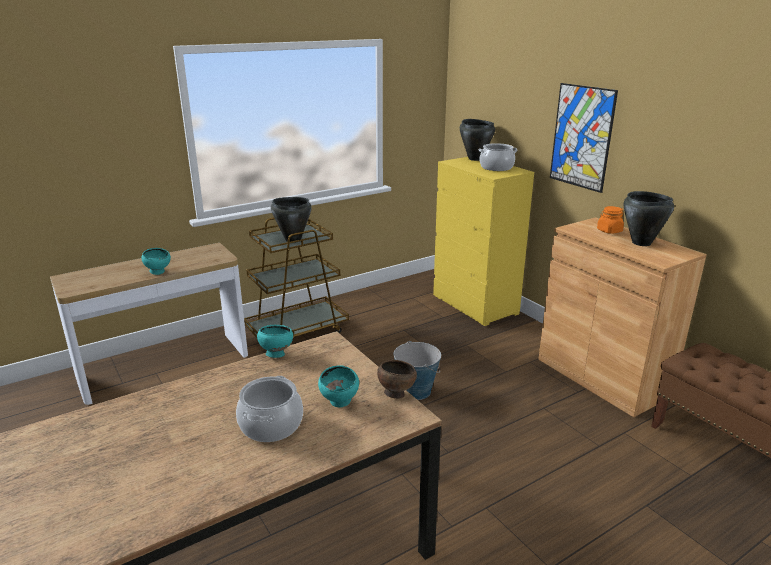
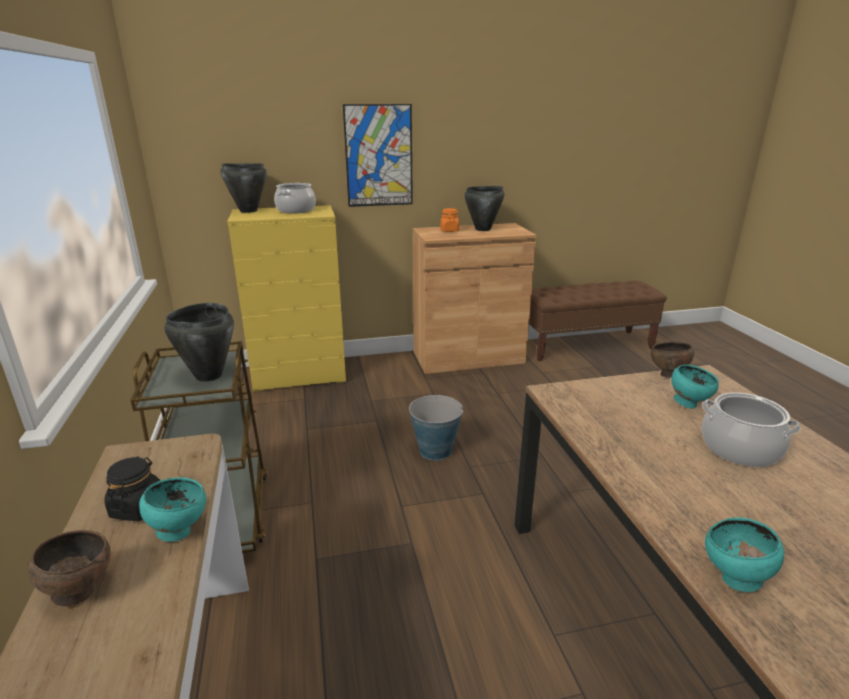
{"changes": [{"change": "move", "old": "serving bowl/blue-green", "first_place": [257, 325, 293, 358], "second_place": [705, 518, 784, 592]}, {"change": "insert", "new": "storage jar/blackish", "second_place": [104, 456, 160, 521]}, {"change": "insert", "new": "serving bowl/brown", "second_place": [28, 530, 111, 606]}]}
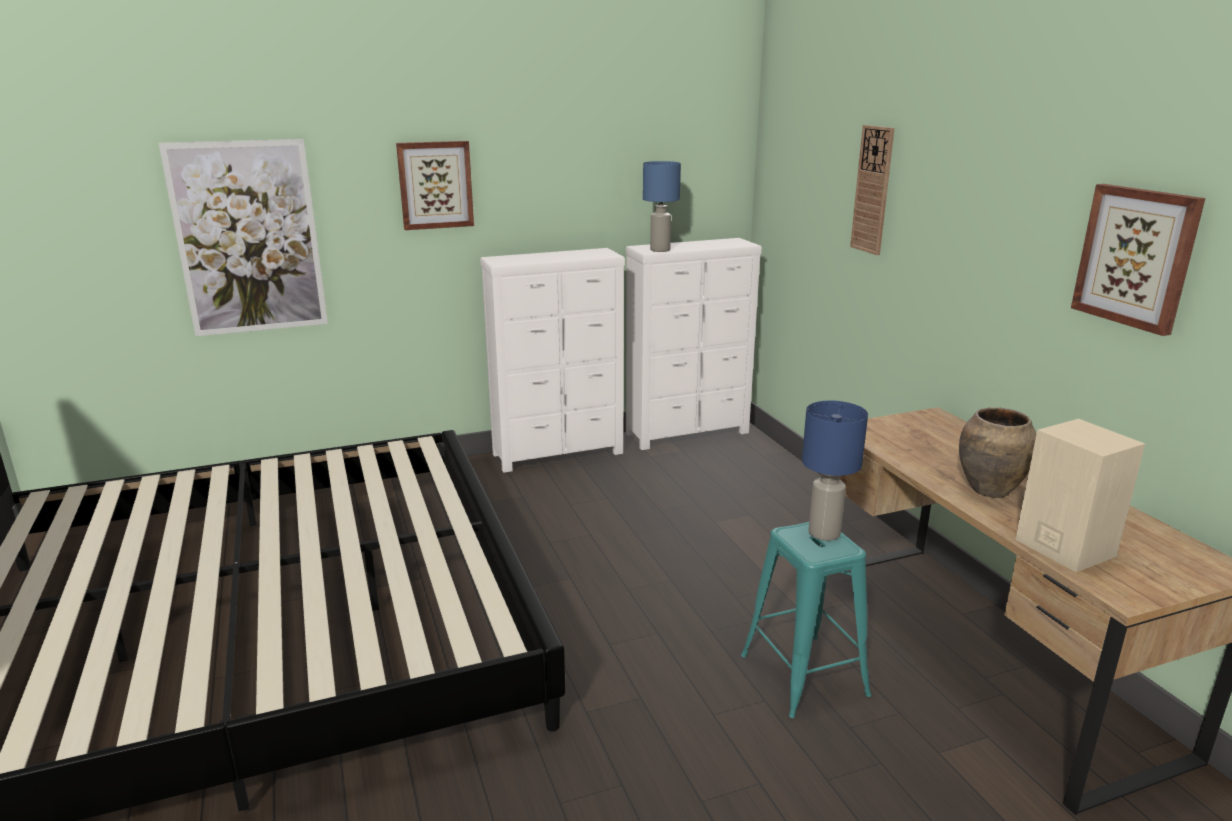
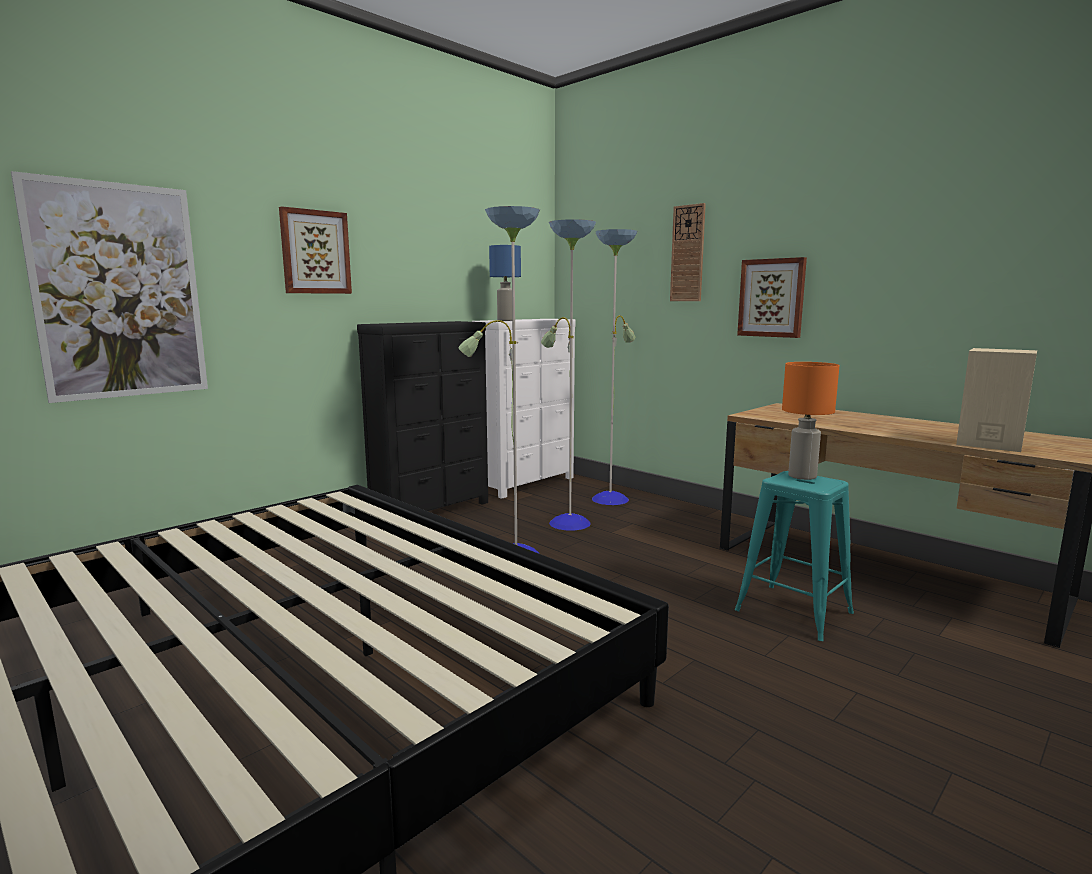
{"changes": [{"change": "move", "old": "wall art", "first_place": [1071, 184, 1205, 336], "second_place": [737, 257, 807, 338]}, {"change": "recolor", "old": "drawer chest/white-coloured", "new": "drawer chest/blackish", "first_place": [480, 248, 625, 473], "second_place": [357, 321, 488, 511]}, {"change": "recolor", "old": "lamp for a table/bluish", "new": "lamp for a table/orange", "first_place": [802, 401, 868, 541], "second_place": [782, 362, 840, 480]}, {"change": "delete", "old": "flower vase/brown", "first_place": [959, 407, 1036, 498]}, {"change": "insert", "new": "standard lamp", "second_place": [458, 206, 637, 553]}]}
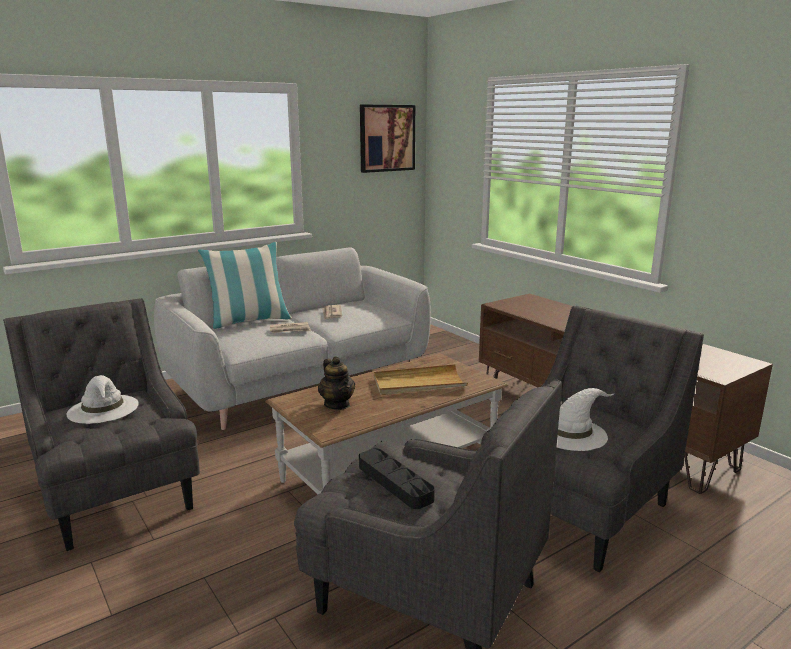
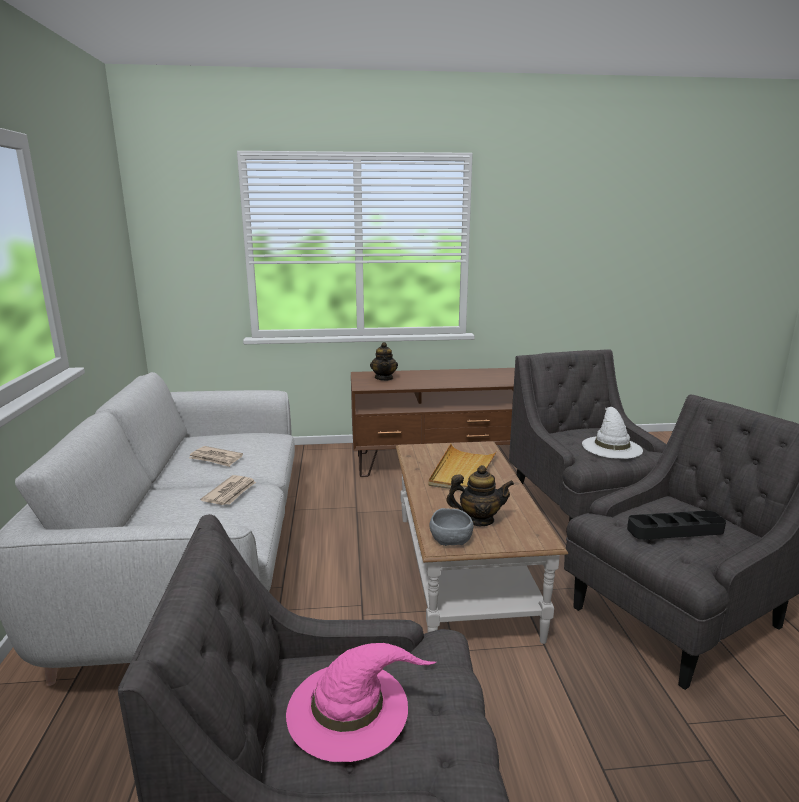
{"changes": [{"change": "delete", "old": "wall art", "first_place": [360, 104, 415, 173]}, {"change": "delete", "old": "throw pillow", "first_place": [198, 242, 292, 329]}, {"change": "recolor", "old": "hat/white-coloured", "new": "hat/pink-coloured", "first_place": [66, 375, 139, 424], "second_place": [286, 643, 436, 762]}, {"change": "insert", "new": "tea pot", "second_place": [370, 342, 398, 381]}, {"change": "insert", "new": "serving bowl/gray", "second_place": [430, 508, 474, 546]}]}
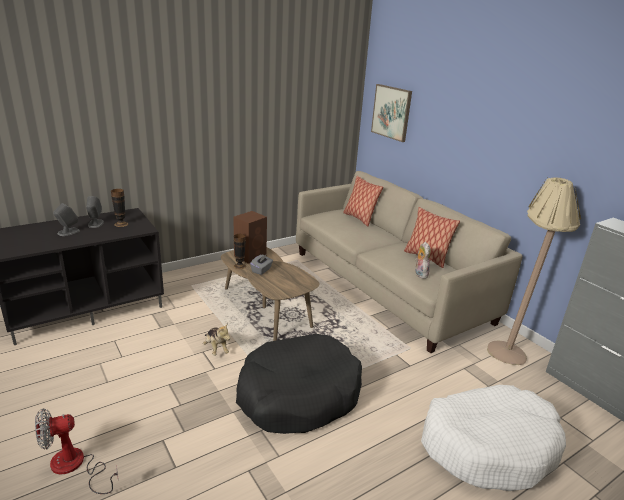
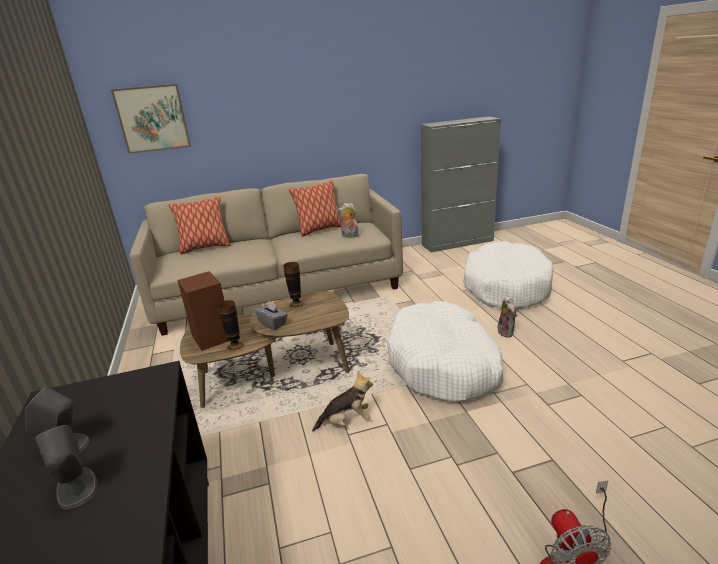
{"changes": [{"change": "delete", "old": "standard lamp/beige", "first_place": [487, 178, 581, 365]}, {"change": "move", "old": "flower vase", "first_place": [111, 189, 128, 227], "second_place": [283, 262, 305, 309]}, {"change": "recolor", "old": "pet bed/blackish", "new": "pet bed/white-coloured", "first_place": [236, 334, 362, 434], "second_place": [387, 301, 503, 402]}, {"change": "insert", "new": "cuddly toy", "second_place": [498, 295, 518, 337]}]}
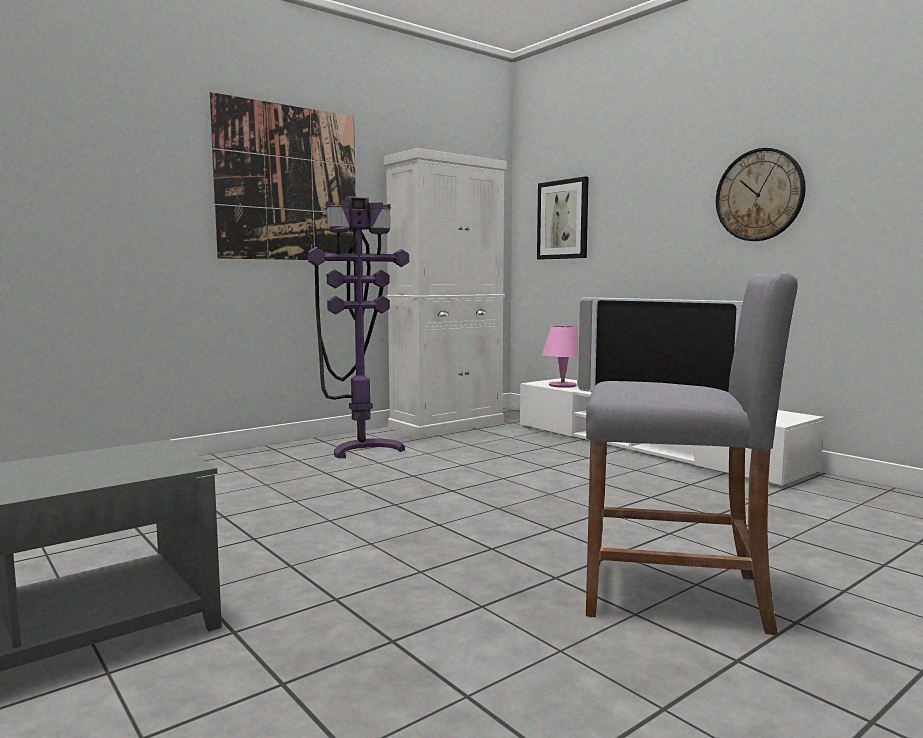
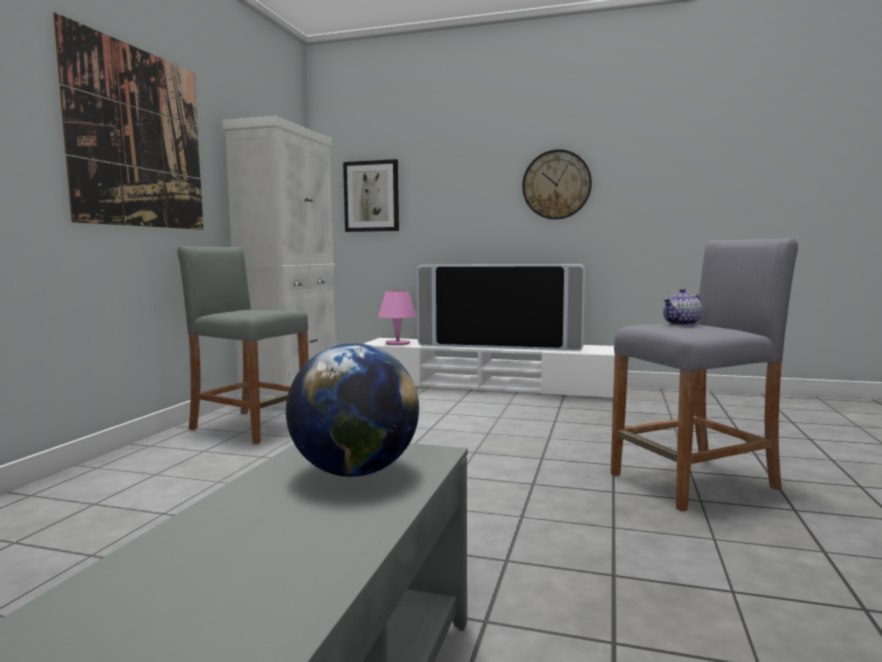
{"changes": [{"change": "replace", "old": "standard lamp/purple-coloured", "new": "sitting stool/gray", "first_place": [308, 196, 409, 458], "second_place": [177, 246, 309, 444]}, {"change": "insert", "new": "tea pot", "second_place": [663, 288, 702, 325]}, {"change": "insert", "new": "world globe", "second_place": [286, 343, 419, 477]}]}
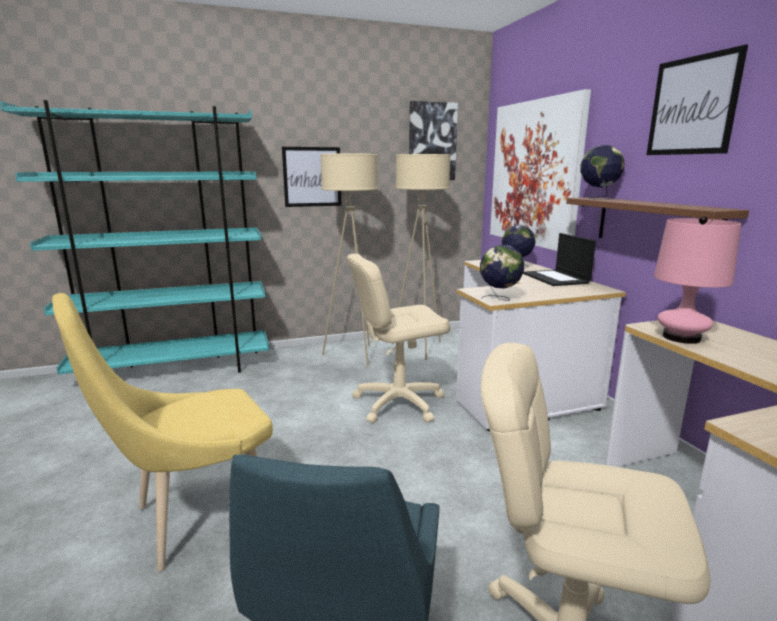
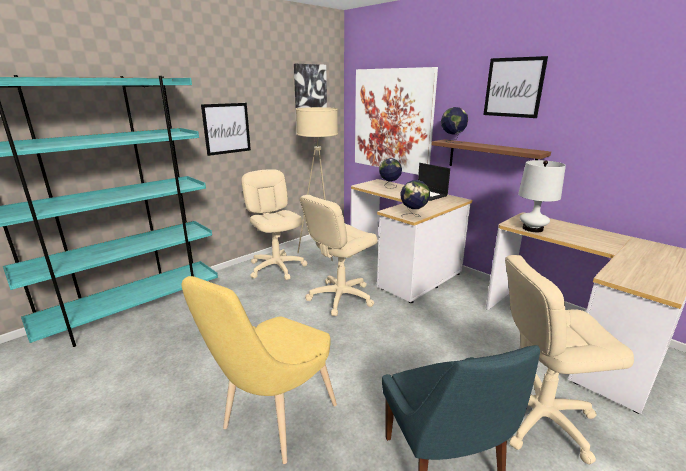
{"changes": [{"change": "replace", "old": "standard lamp/beige", "new": "computer chair/beige", "first_place": [320, 154, 378, 366], "second_place": [241, 169, 308, 280]}, {"change": "recolor", "old": "lamp for a table/pink-coloured", "new": "lamp for a table/white-coloured", "first_place": [654, 216, 741, 344], "second_place": [518, 160, 566, 232]}]}
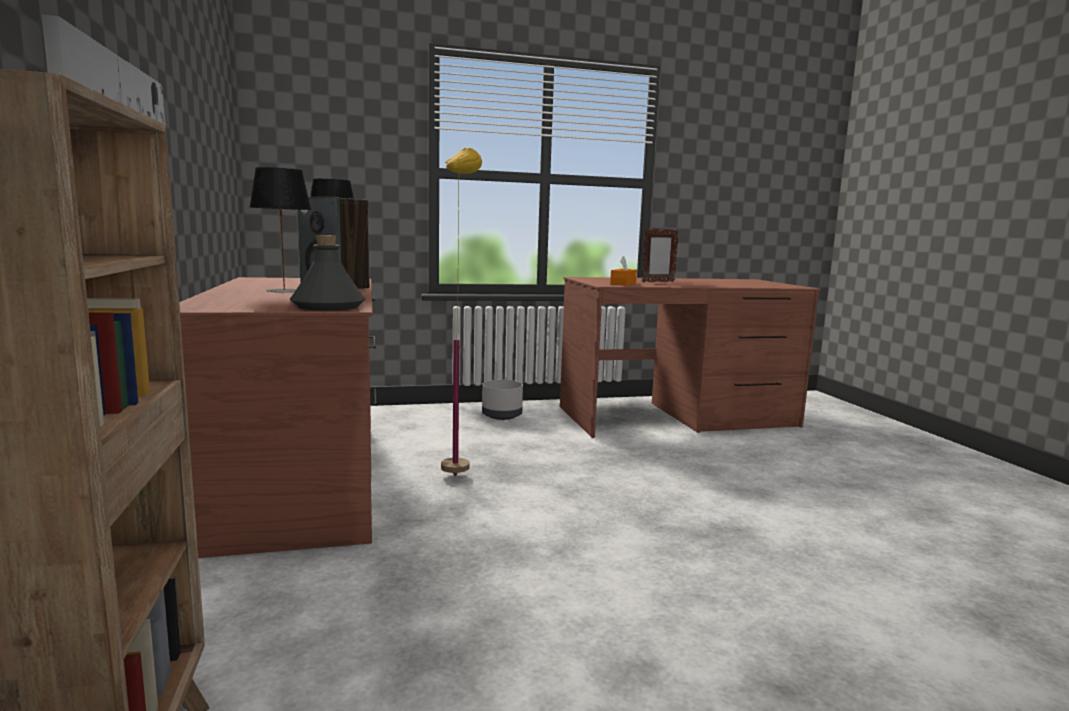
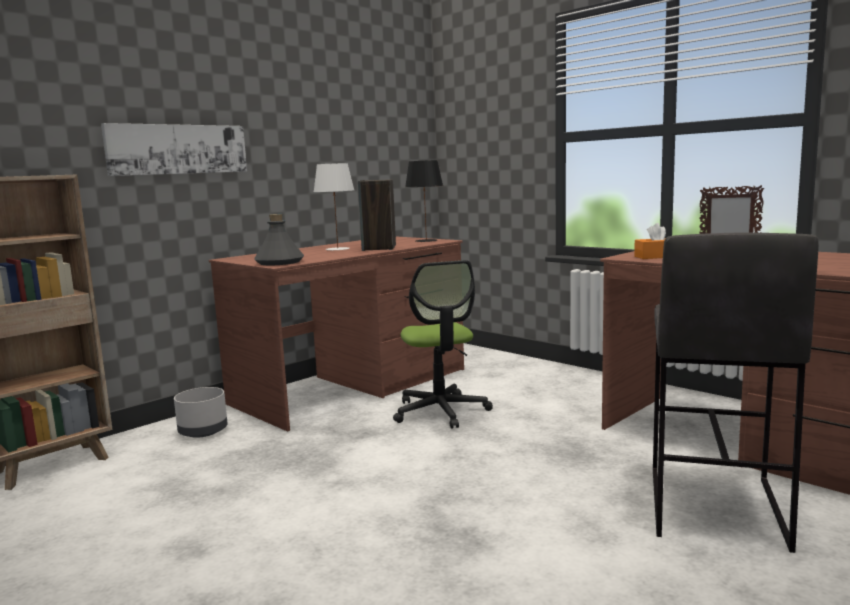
{"changes": [{"change": "replace", "old": "standard lamp/yellowish", "new": "computer chair", "first_place": [441, 148, 482, 476], "second_place": [393, 260, 493, 429]}, {"change": "recolor", "old": "lamp for a table/blackish", "new": "lamp for a table/white-coloured", "first_place": [250, 167, 311, 293], "second_place": [313, 163, 354, 250]}, {"change": "move", "old": "plant pot/gray", "first_place": [482, 380, 523, 420], "second_place": [174, 387, 228, 438]}, {"change": "insert", "new": "sitting stool/gray", "second_place": [653, 232, 819, 553]}]}
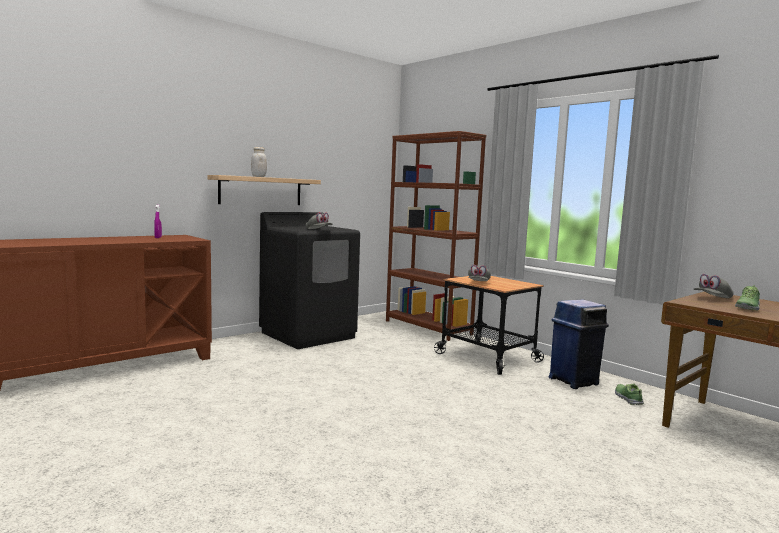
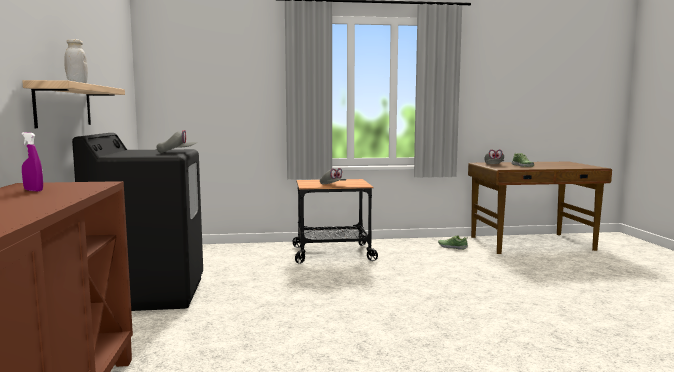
{"changes": [{"change": "delete", "old": "shelving unit/brown", "first_place": [386, 131, 487, 341]}, {"change": "delete", "old": "waste bin/bluish", "first_place": [548, 299, 609, 389]}]}
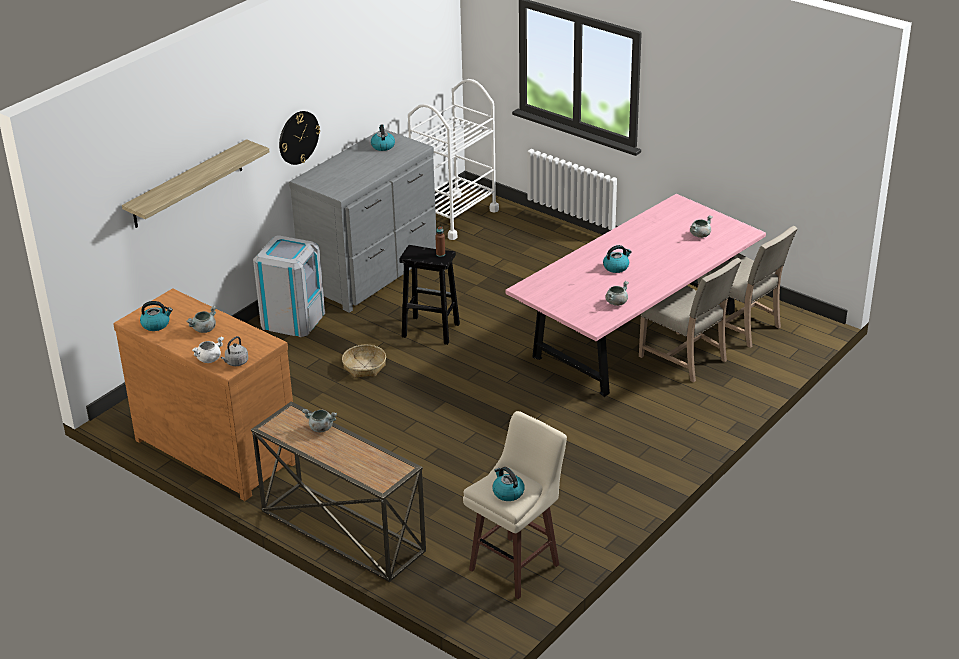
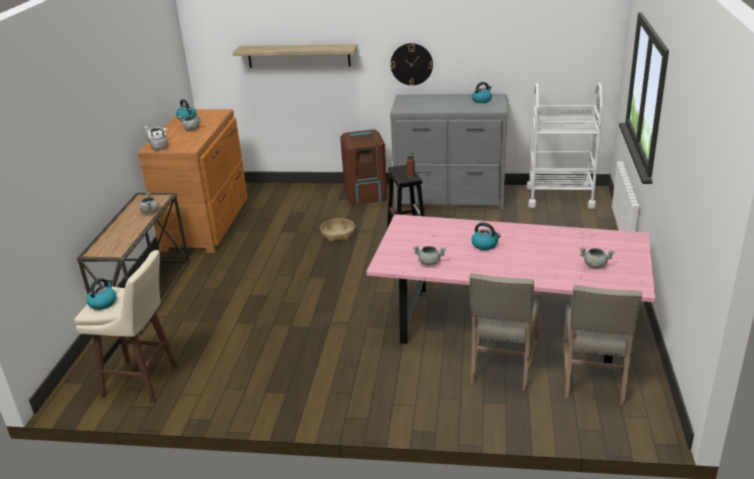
{"changes": [{"change": "recolor", "old": "waste bin/gray", "new": "waste bin/brown", "first_place": [253, 235, 325, 337], "second_place": [340, 129, 388, 205]}]}
